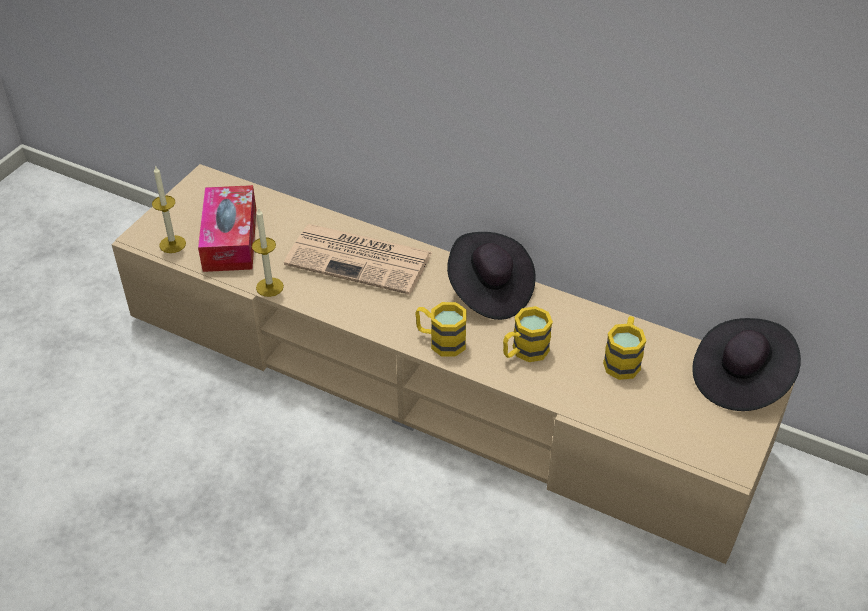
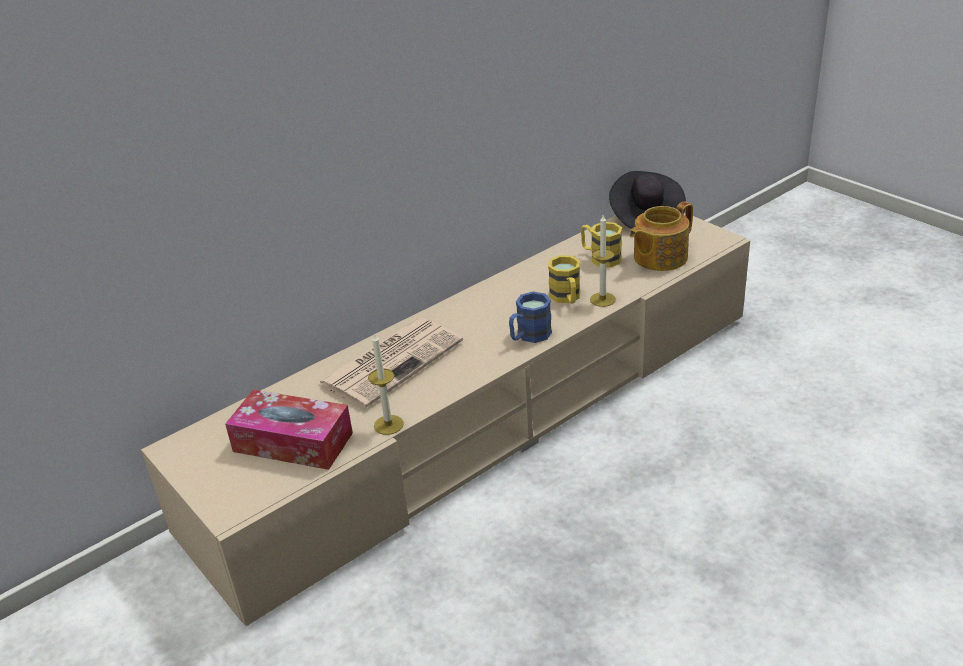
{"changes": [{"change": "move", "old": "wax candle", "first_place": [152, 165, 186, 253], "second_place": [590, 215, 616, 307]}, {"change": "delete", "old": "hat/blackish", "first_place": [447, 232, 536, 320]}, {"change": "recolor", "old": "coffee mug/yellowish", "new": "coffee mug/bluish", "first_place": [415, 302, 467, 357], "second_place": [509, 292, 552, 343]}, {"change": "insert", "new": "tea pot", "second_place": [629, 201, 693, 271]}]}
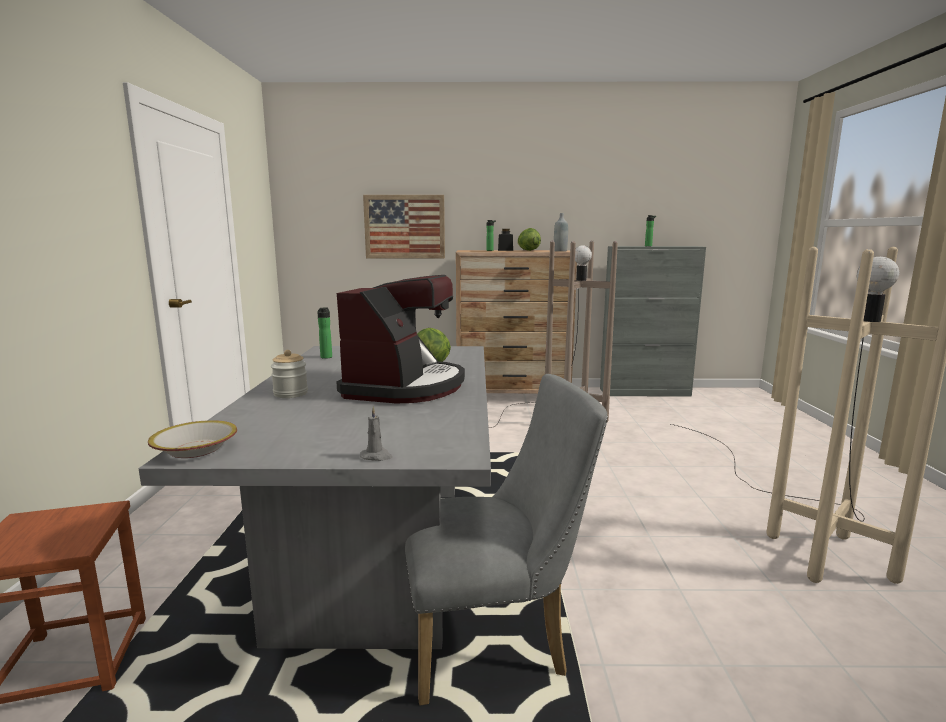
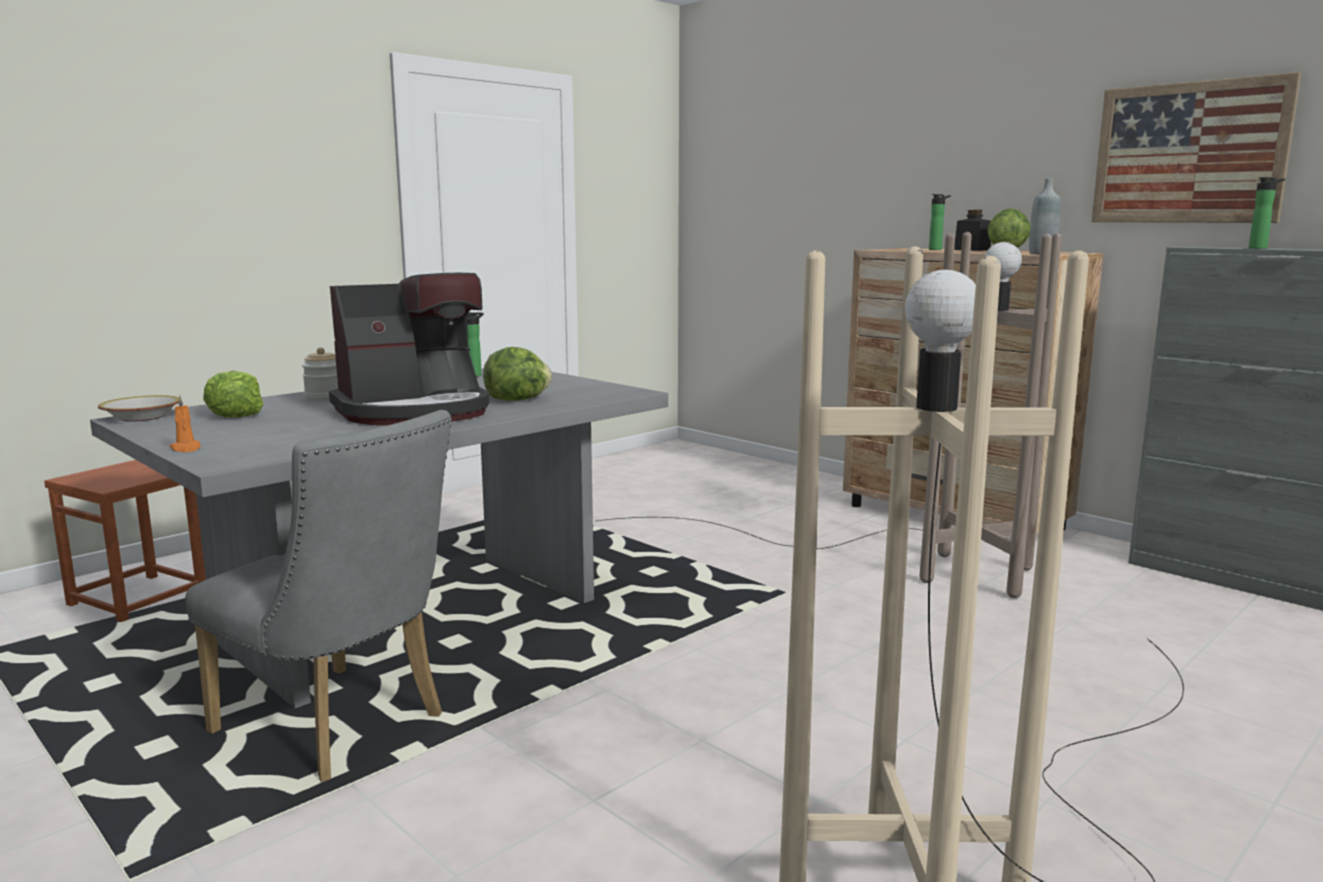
{"changes": [{"change": "move", "old": "wall art", "first_place": [363, 195, 445, 259], "second_place": [1092, 72, 1301, 223]}, {"change": "recolor", "old": "wax candle/gray", "new": "wax candle/orange", "first_place": [360, 406, 393, 461], "second_place": [169, 395, 201, 452]}, {"change": "insert", "new": "lettuce head", "second_place": [203, 370, 263, 418]}]}
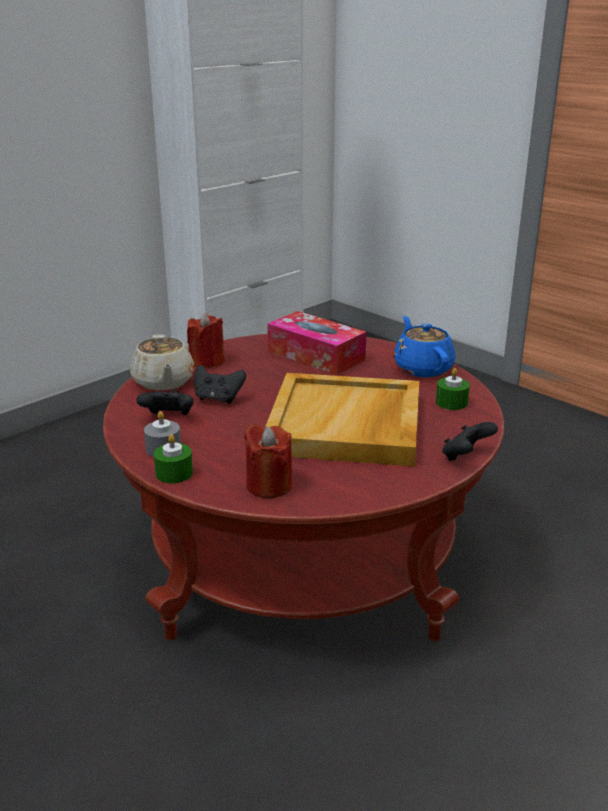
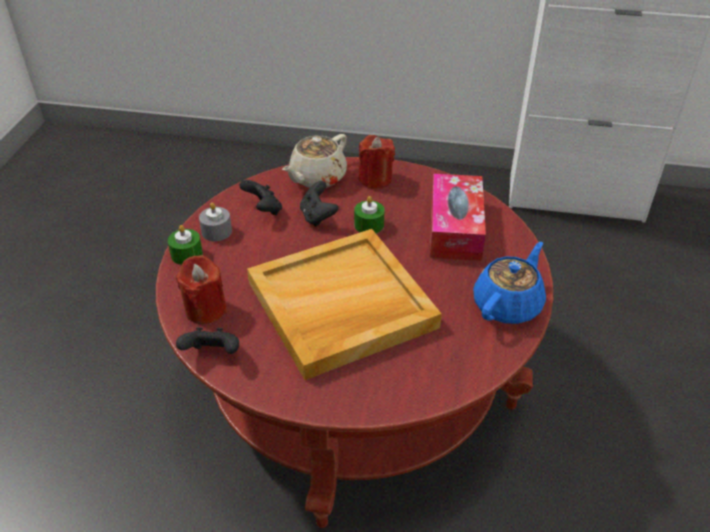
{"changes": [{"change": "move", "old": "wax candle/green", "first_place": [436, 368, 470, 410], "second_place": [354, 196, 385, 233]}, {"change": "move", "old": "joypad/blackish", "first_place": [442, 422, 498, 461], "second_place": [176, 327, 239, 354]}]}
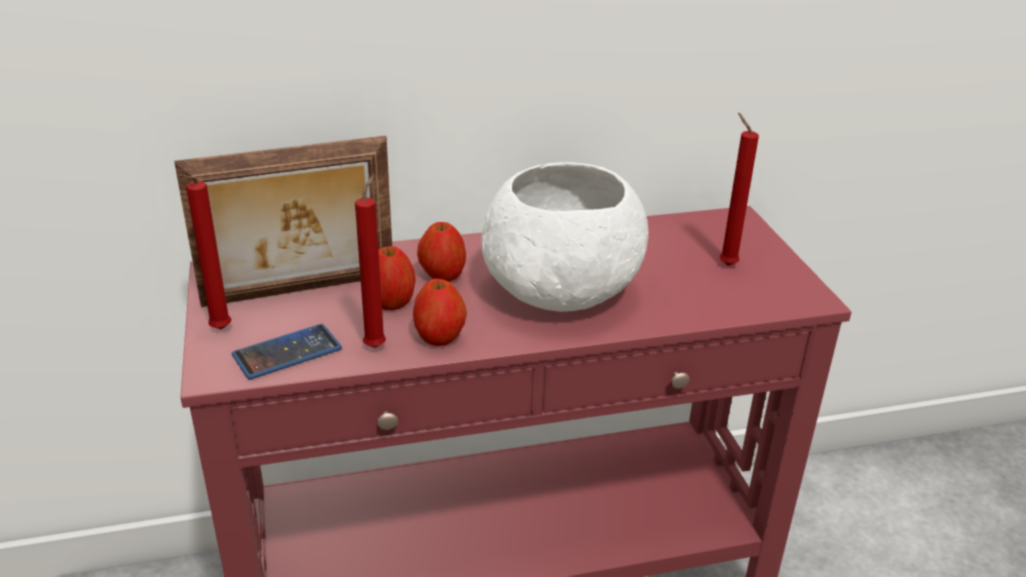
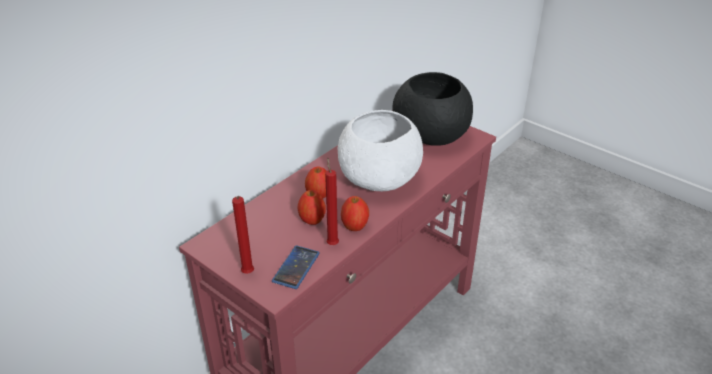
{"changes": [{"change": "replace", "old": "wax candle/red-coloured", "new": "serving bowl/blackish", "first_place": [720, 113, 759, 266], "second_place": [392, 72, 473, 146]}, {"change": "delete", "old": "photo frame", "first_place": [174, 136, 392, 307]}]}
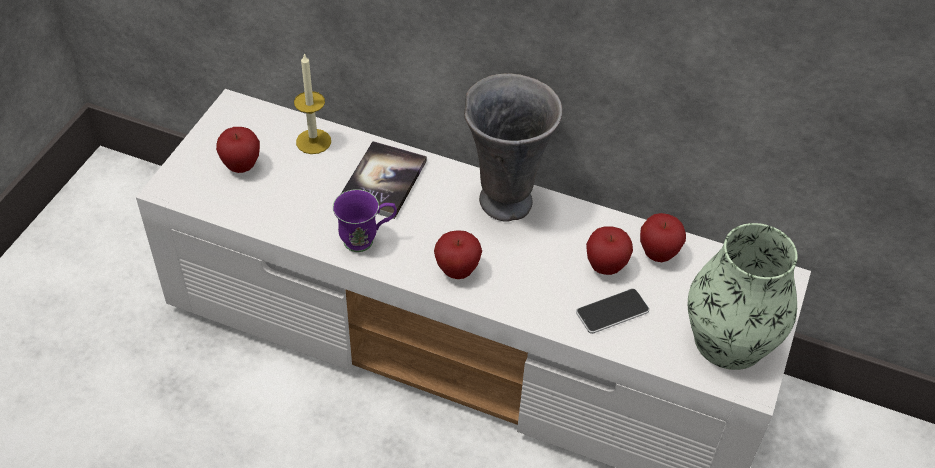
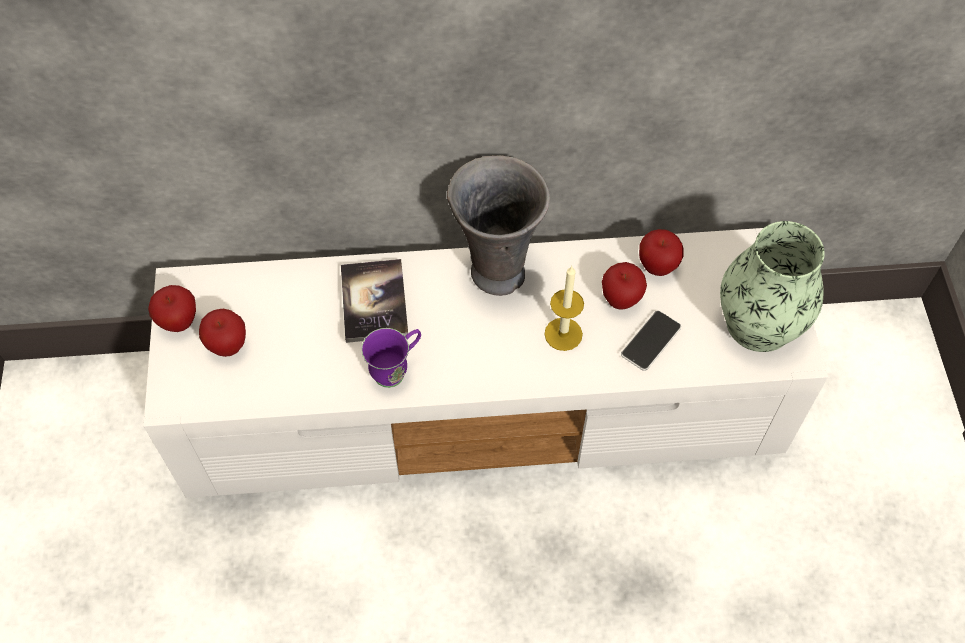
{"changes": [{"change": "move", "old": "wax candle", "first_place": [294, 53, 331, 154], "second_place": [544, 266, 584, 351]}, {"change": "move", "old": "apple", "first_place": [434, 230, 482, 279], "second_place": [148, 285, 196, 332]}]}
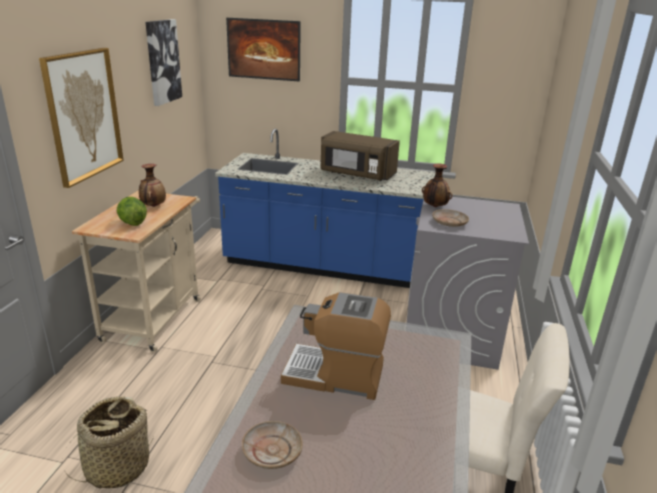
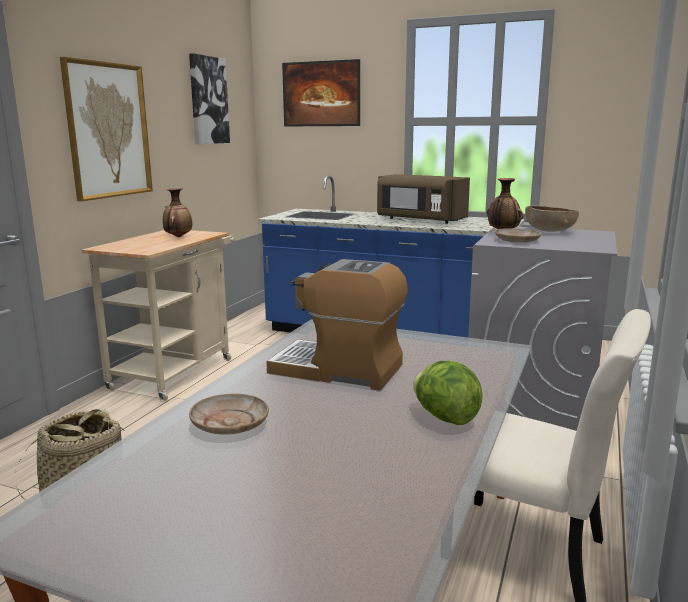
{"changes": [{"change": "move", "old": "lettuce head", "first_place": [117, 197, 147, 226], "second_place": [413, 361, 482, 425]}, {"change": "insert", "new": "serving bowl/brown", "second_place": [525, 206, 579, 232]}]}
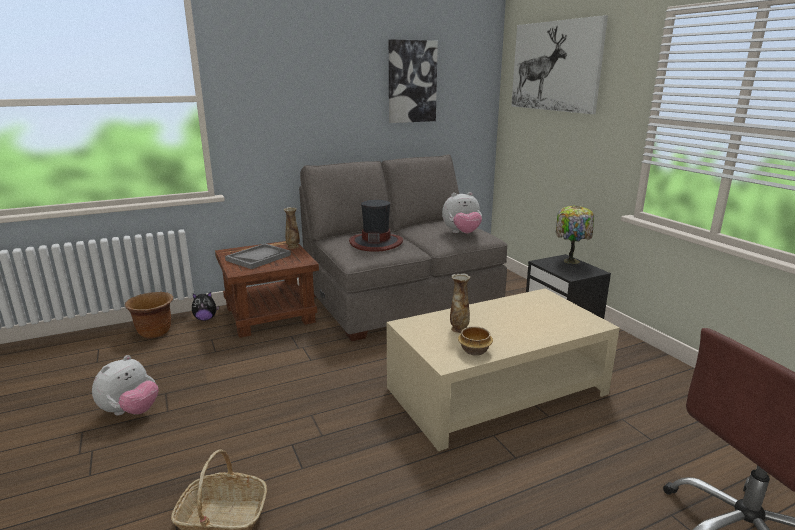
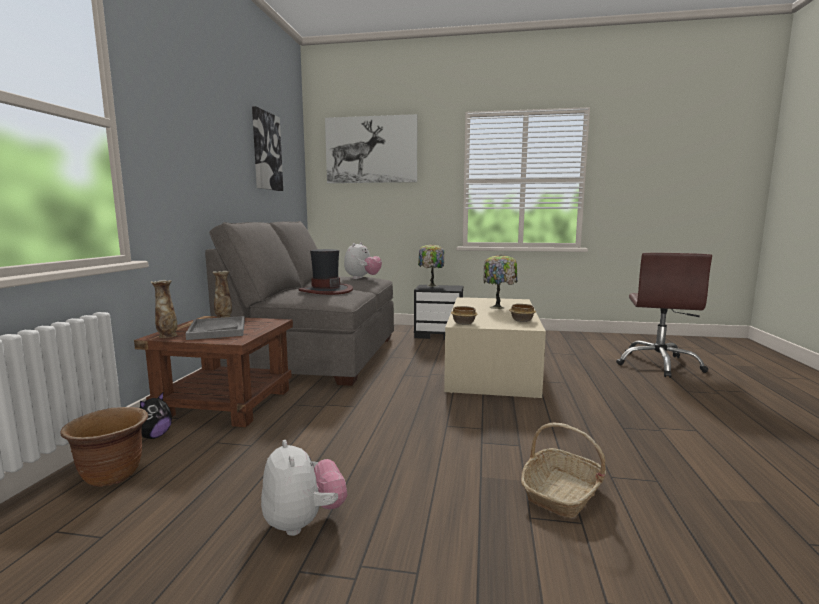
{"changes": [{"change": "move", "old": "flower vase", "first_place": [450, 273, 470, 333], "second_place": [151, 280, 177, 338]}, {"change": "insert", "new": "lamp for a table", "second_place": [483, 254, 518, 309]}, {"change": "insert", "new": "serving bowl", "second_place": [451, 306, 478, 325]}]}
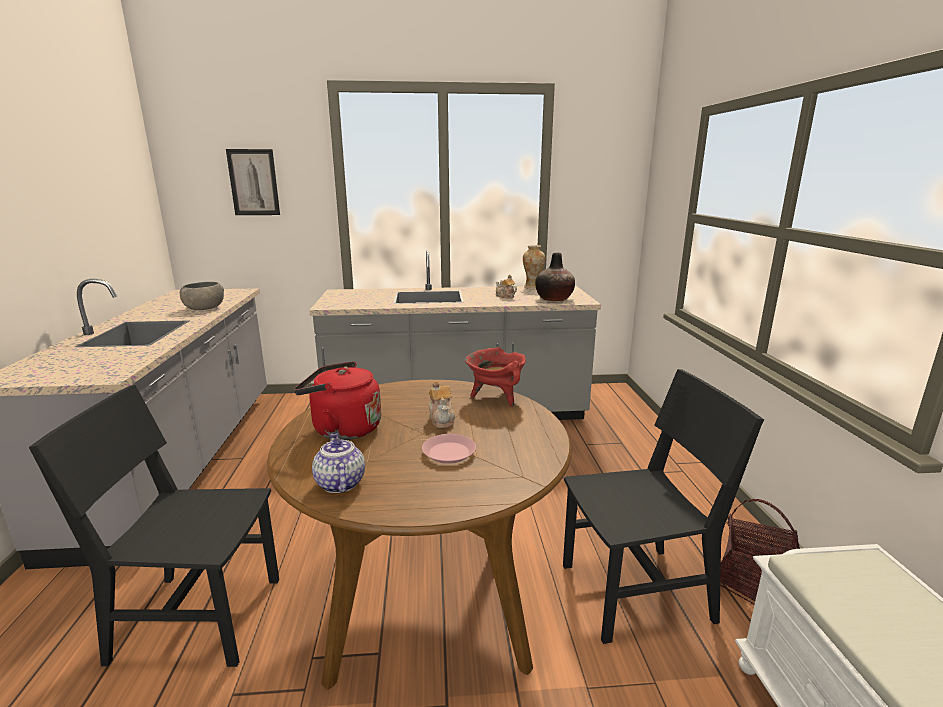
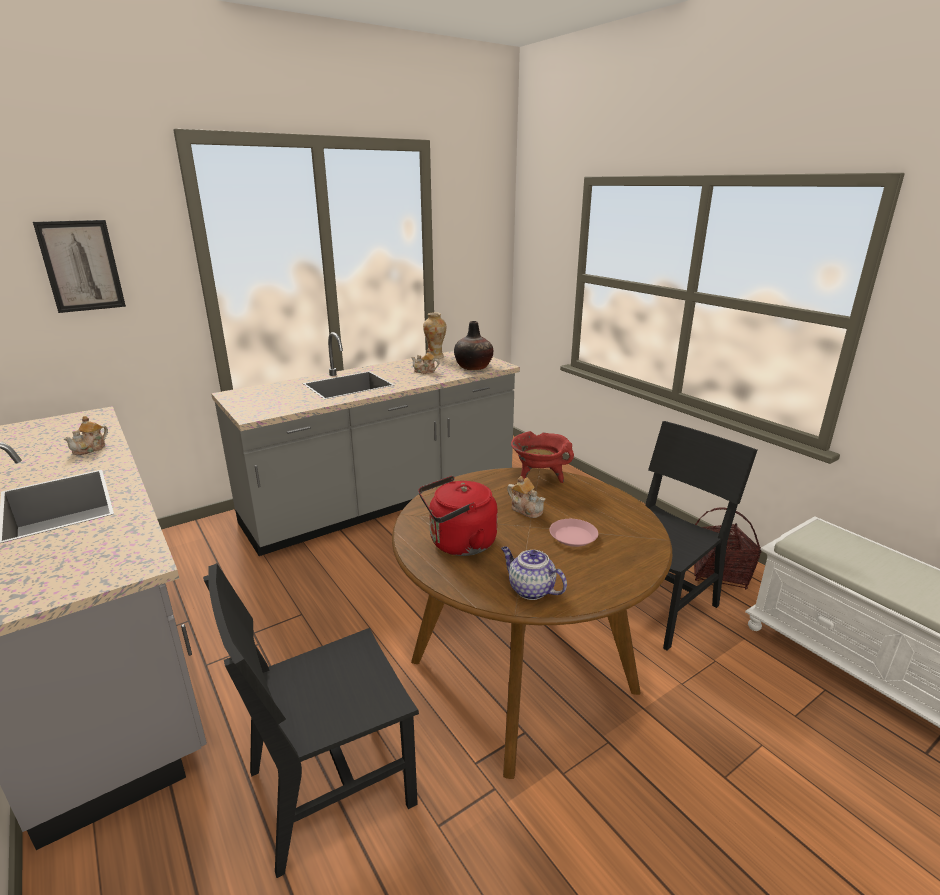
{"changes": [{"change": "replace", "old": "serving bowl/gray", "new": "tea pot", "first_place": [180, 282, 224, 310], "second_place": [64, 416, 108, 455]}]}
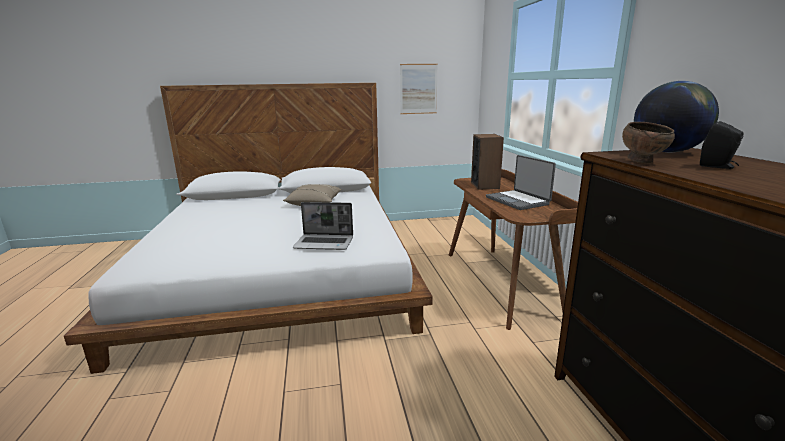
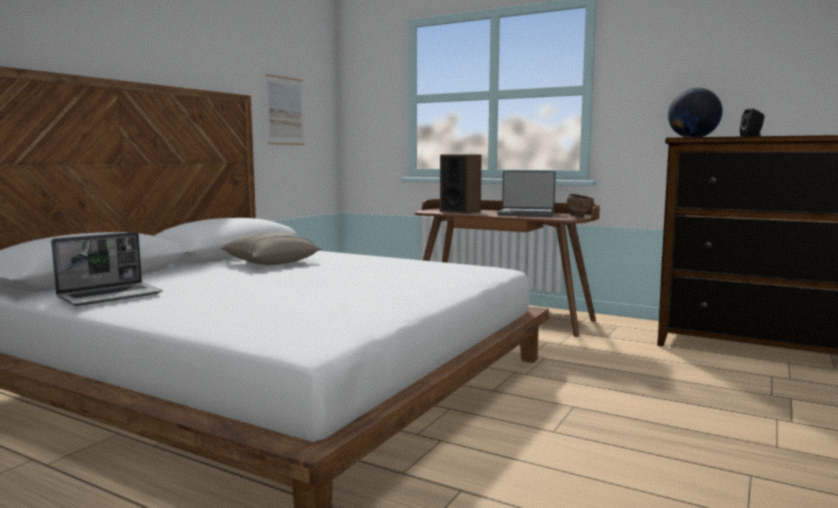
{"changes": [{"change": "move", "old": "serving bowl/brown", "first_place": [622, 122, 675, 164], "second_place": [567, 194, 594, 218]}, {"change": "move", "old": "portable computer", "first_place": [293, 202, 353, 250], "second_place": [51, 232, 163, 306]}]}
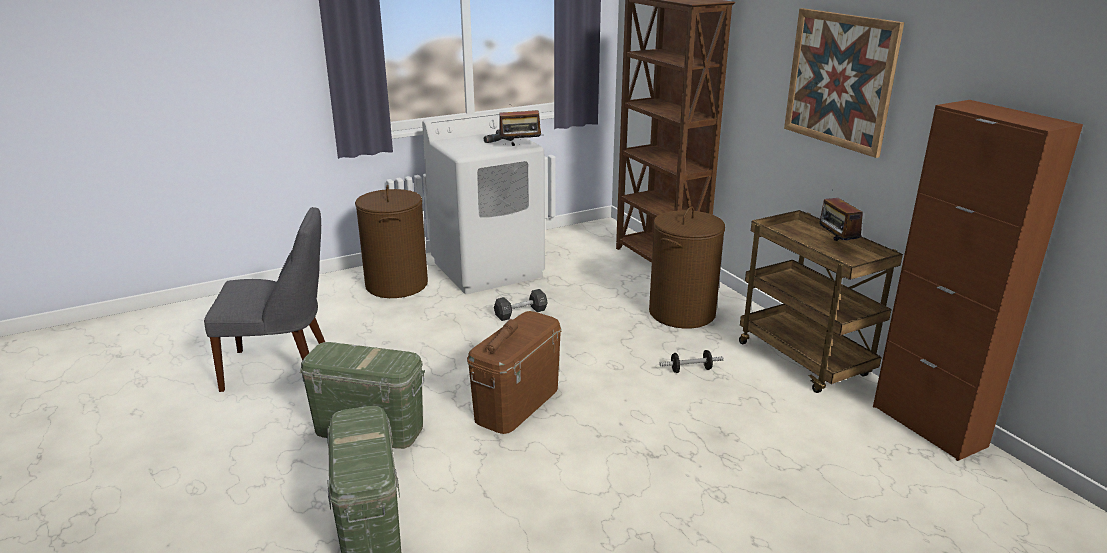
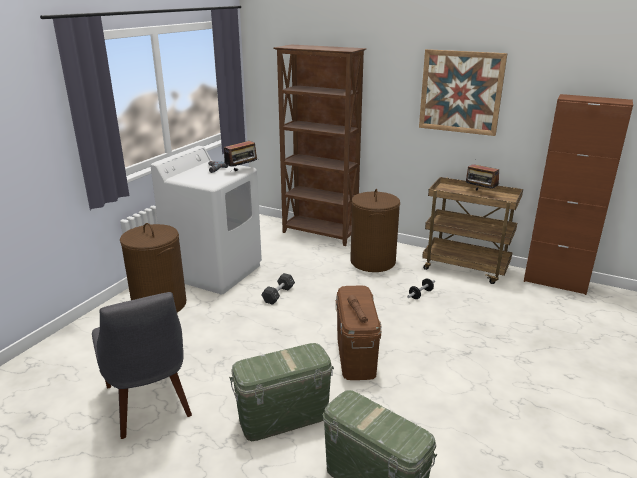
{"changes": [{"change": "rotate", "old": "upright chair/gray", "first_place": [204, 207, 325, 392], "second_place": [92, 292, 192, 439], "degrees": 105}]}
